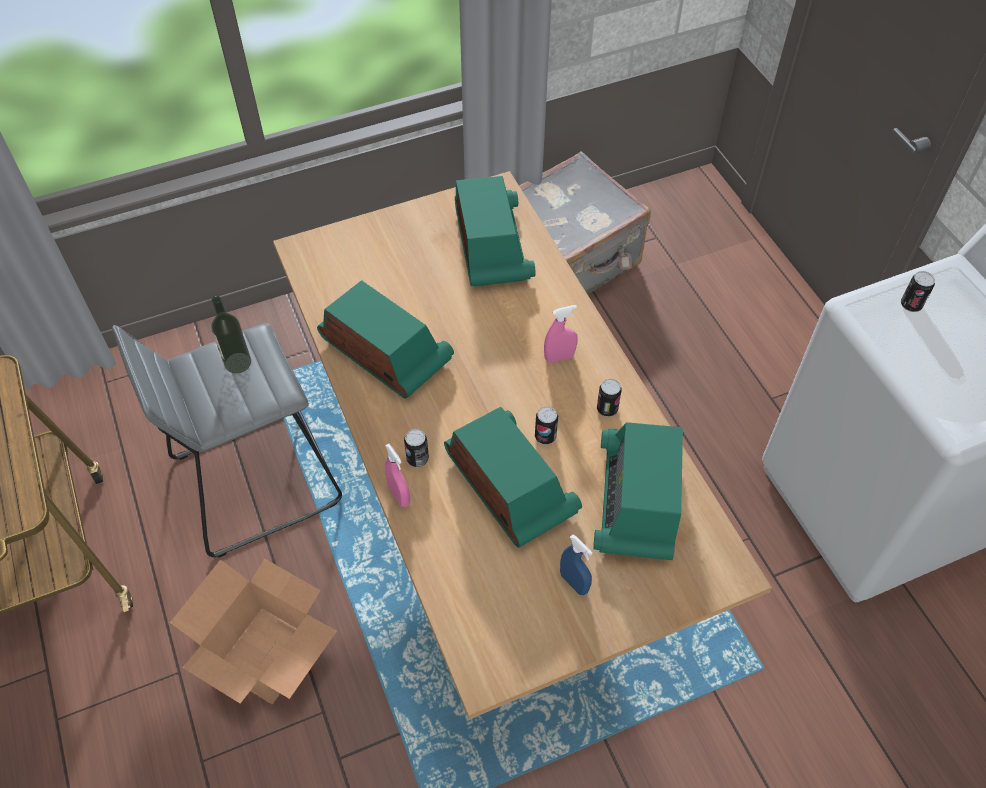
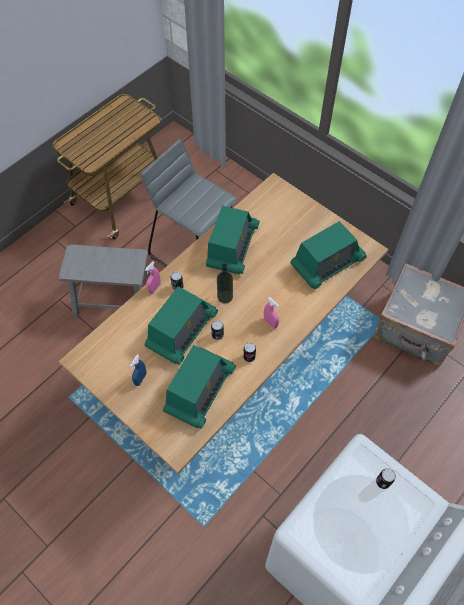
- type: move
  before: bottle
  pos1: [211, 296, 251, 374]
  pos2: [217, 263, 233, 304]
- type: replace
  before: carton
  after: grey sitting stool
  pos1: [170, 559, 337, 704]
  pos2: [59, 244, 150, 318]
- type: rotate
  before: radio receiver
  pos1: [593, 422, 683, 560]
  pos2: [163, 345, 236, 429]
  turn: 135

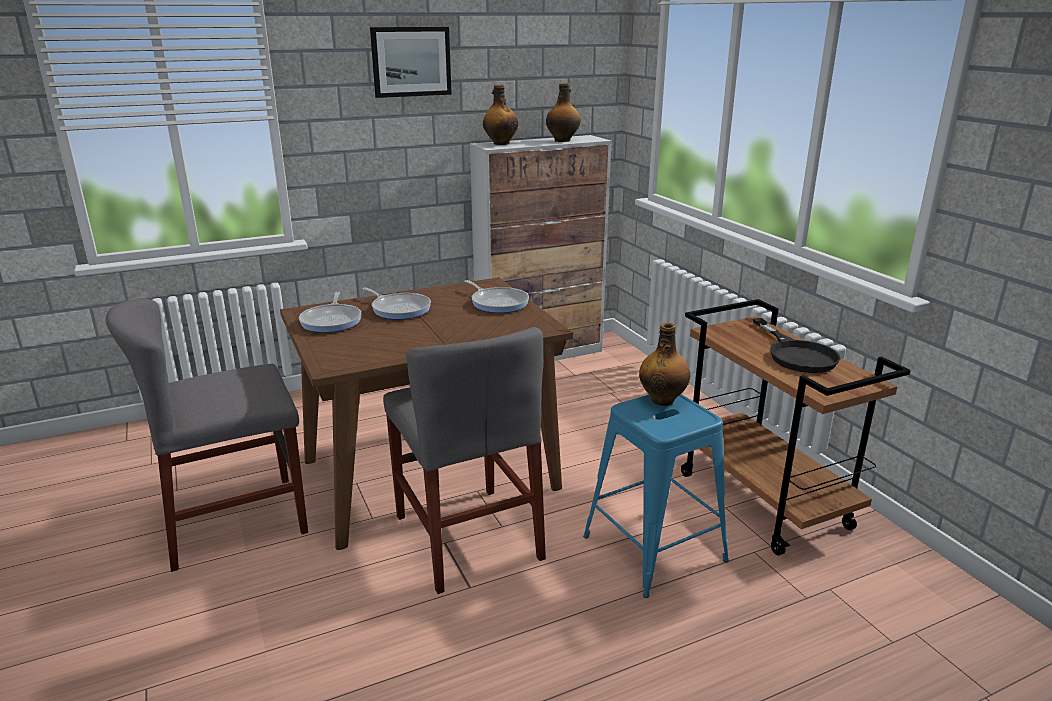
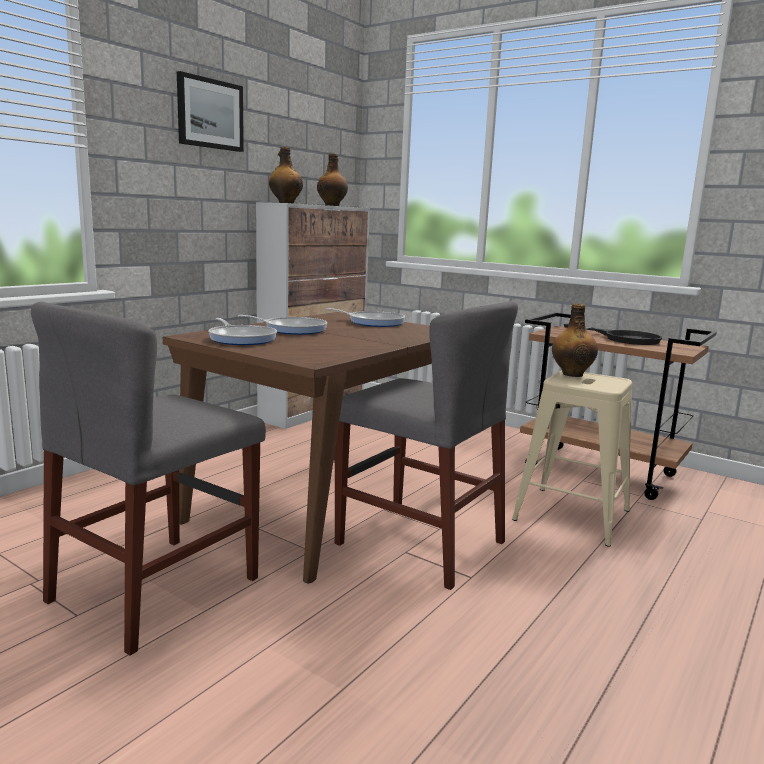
- type: recolor
  before: blue sitting stool
  after: beige sitting stool
  pos1: [583, 394, 729, 598]
  pos2: [512, 370, 632, 547]

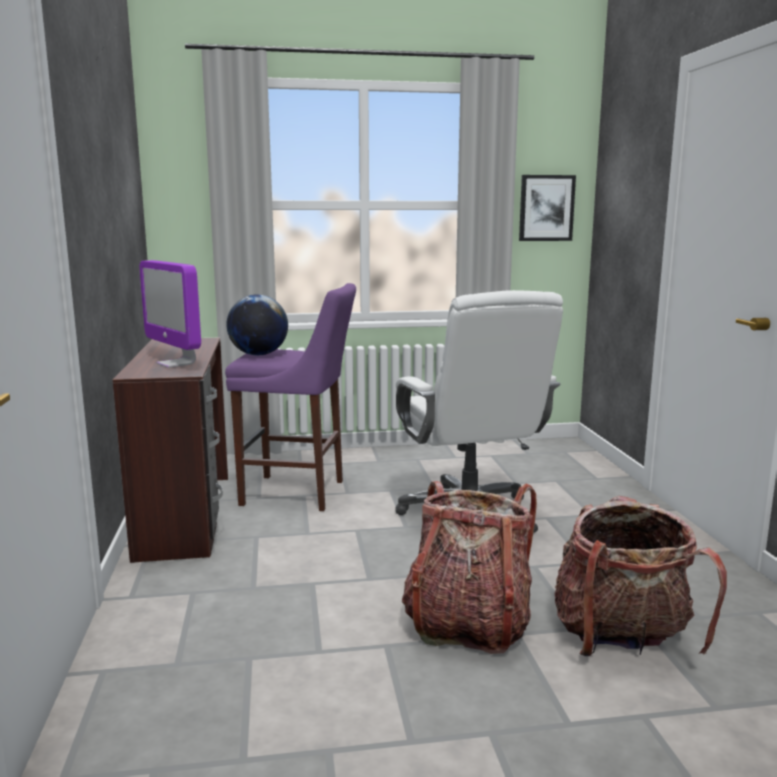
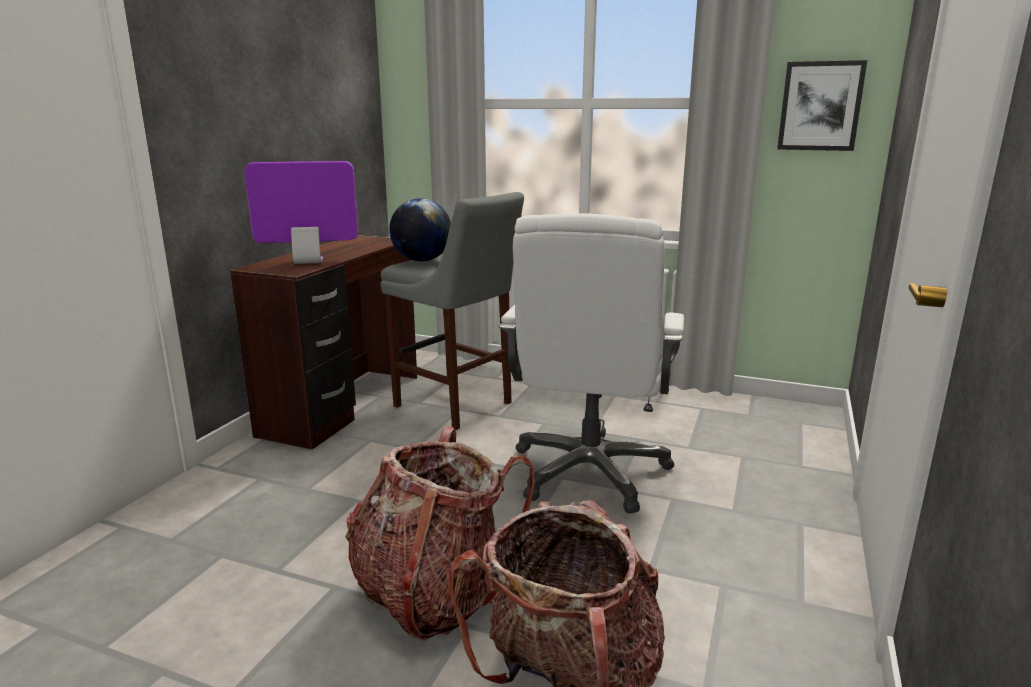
- type: recolor
  before: purple sitting stool
  after: grey sitting stool
  pos1: [225, 283, 356, 511]
  pos2: [380, 192, 524, 430]
- type: rotate
  before: monitor
  pos1: [139, 260, 201, 368]
  pos2: [244, 161, 358, 264]
  turn: 90

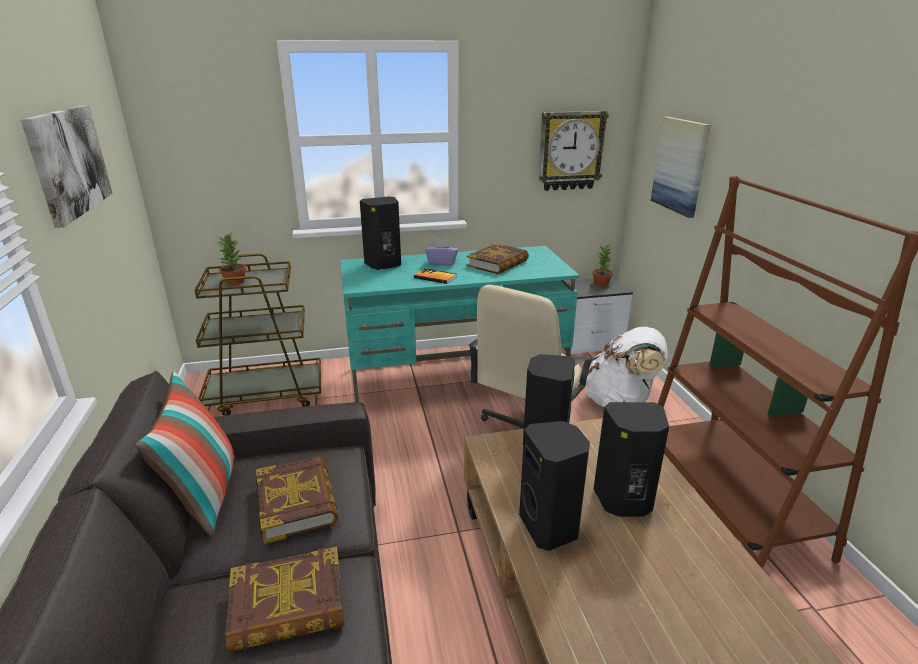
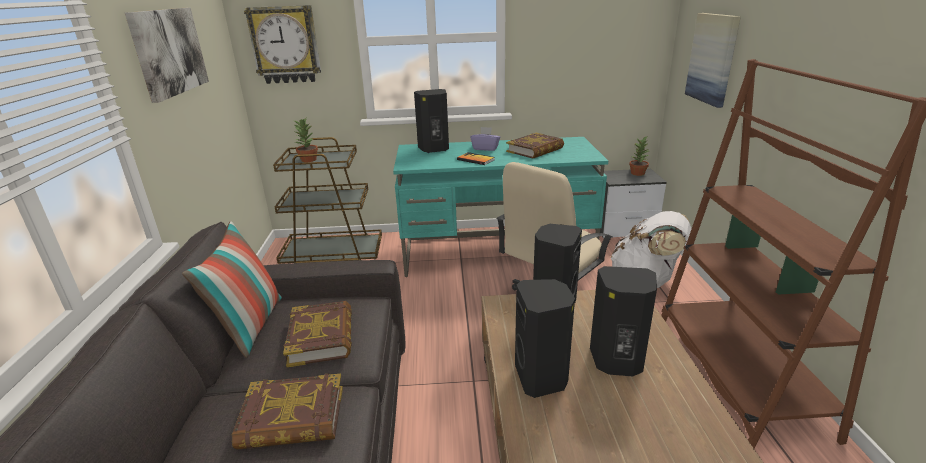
- type: move
  before: hanging clock
  pos1: [538, 111, 609, 191]
  pos2: [244, 5, 321, 84]

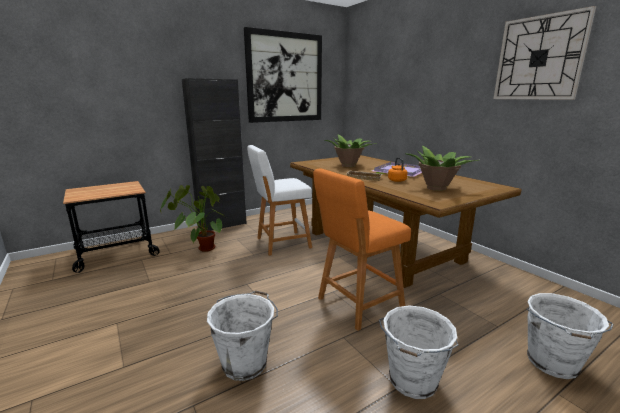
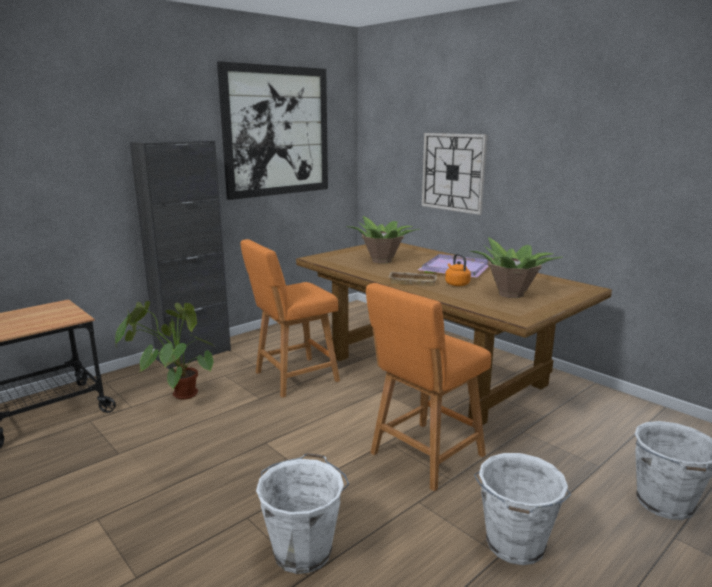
- type: move
  before: hanging clock
  pos1: [494, 6, 596, 100]
  pos2: [422, 133, 488, 215]
- type: recolor
  before: whitish sitting stool
  after: orange-coloured sitting stool
  pos1: [247, 145, 312, 256]
  pos2: [241, 239, 340, 398]

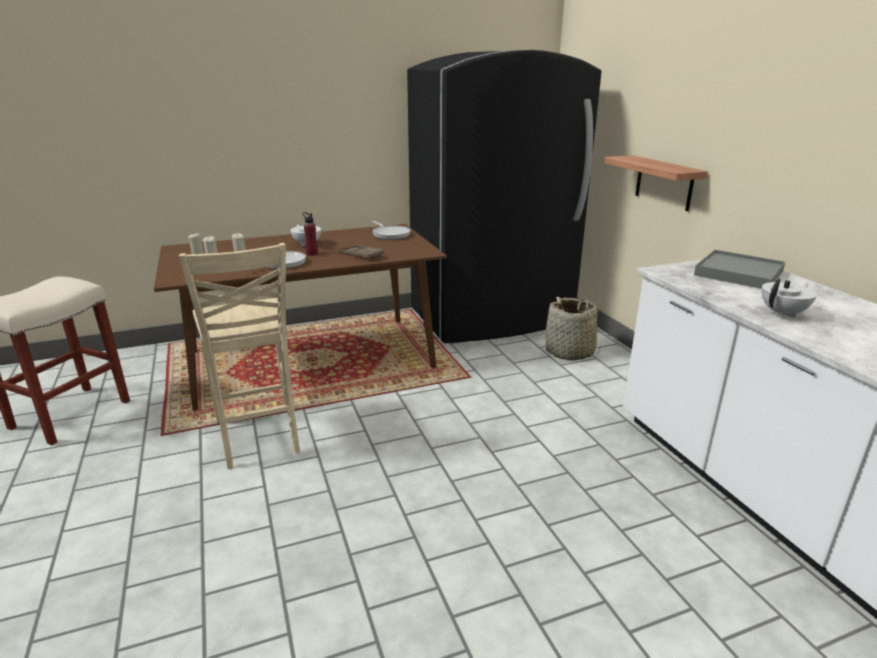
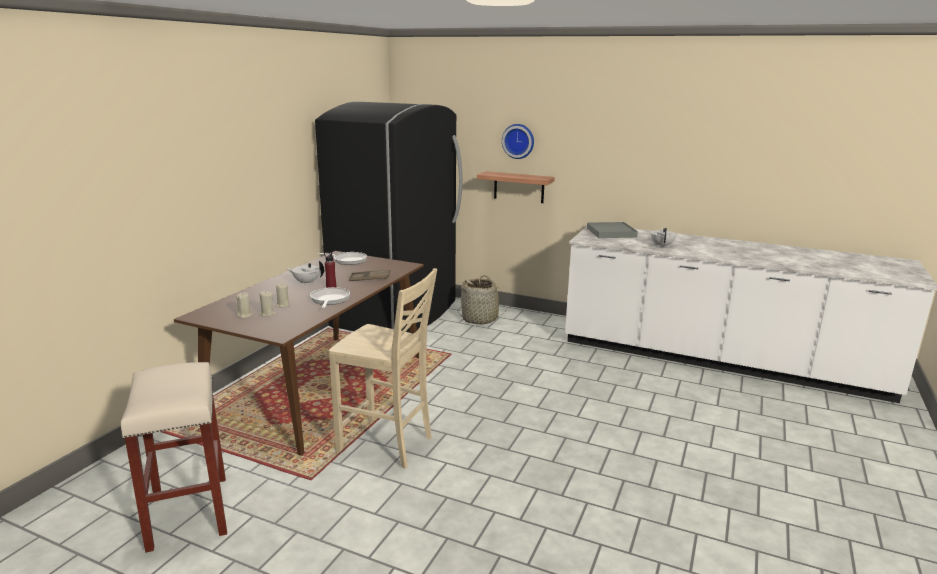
- type: insert
  after: hanging clock
  pos2: [502, 124, 534, 159]

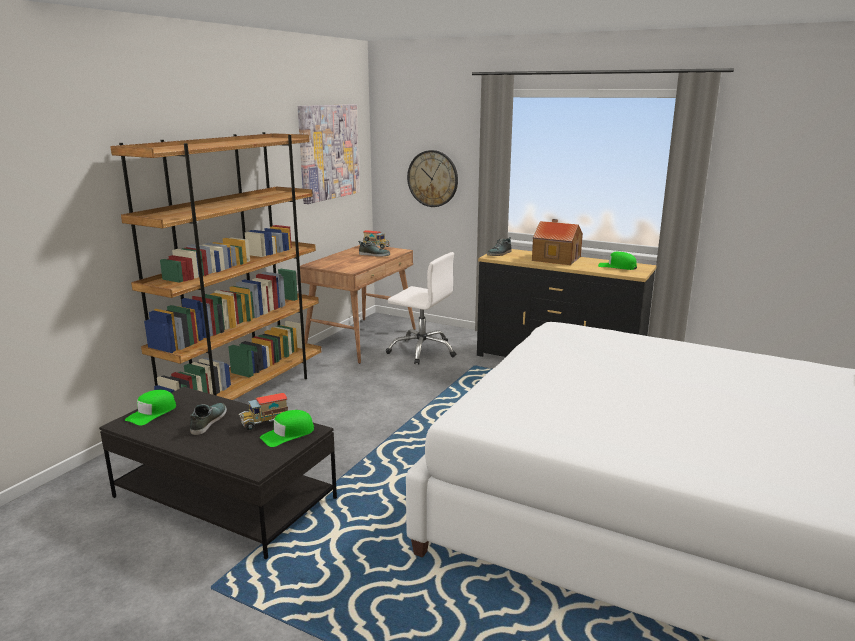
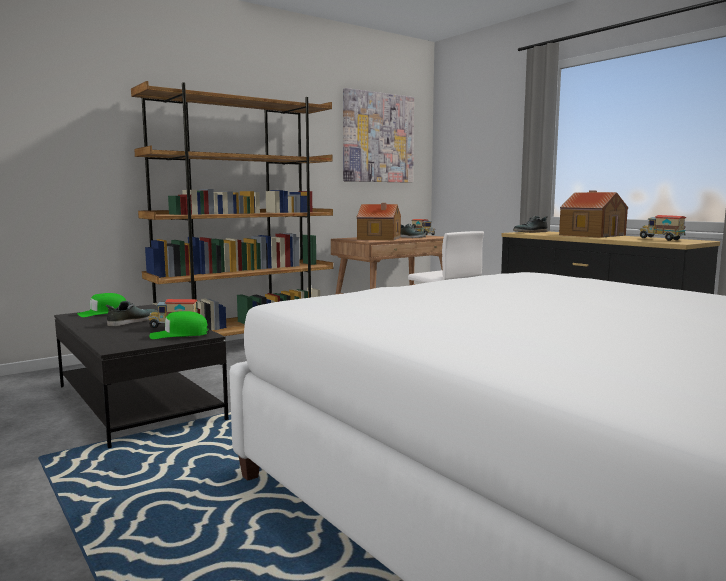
- type: delete
  before: hanging clock
  pos1: [407, 150, 458, 207]
- type: insert
  after: miniature house
  pos2: [357, 203, 401, 240]
- type: replace
  before: greenish peaked cap
  after: toy truck
  pos1: [598, 252, 637, 270]
  pos2: [638, 215, 686, 241]

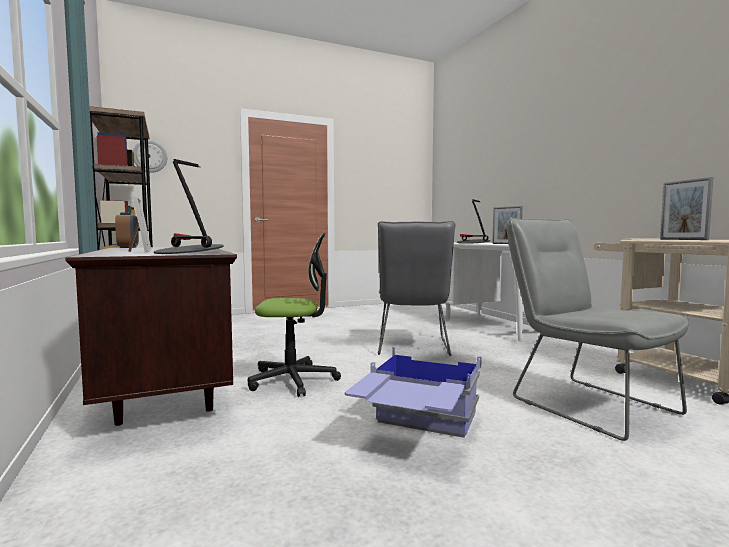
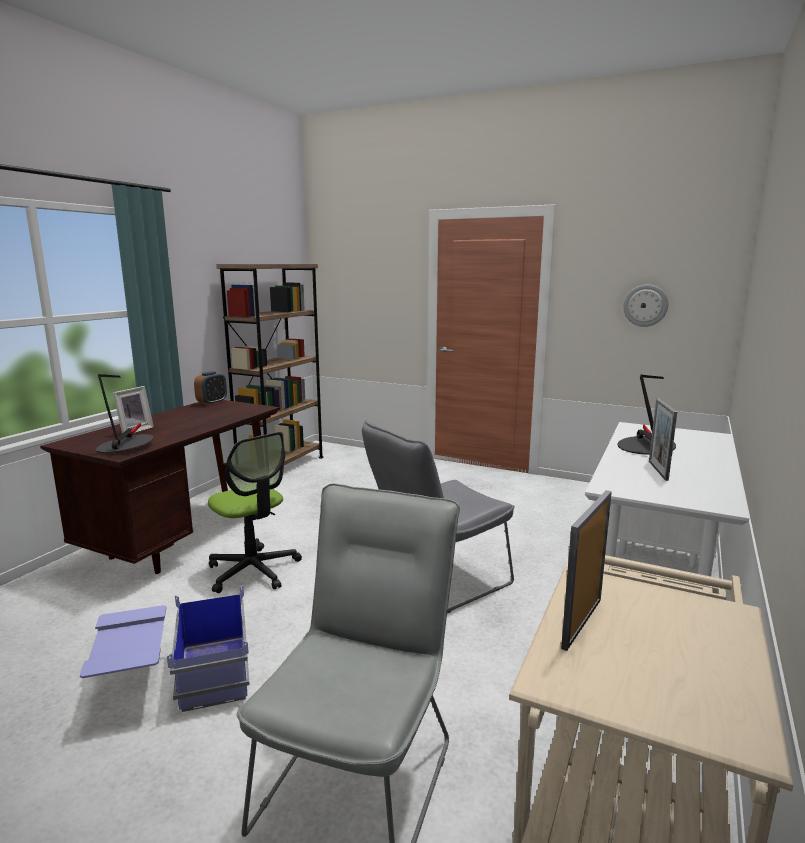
- type: move
  before: hanging clock
  pos1: [133, 140, 167, 173]
  pos2: [623, 284, 668, 327]

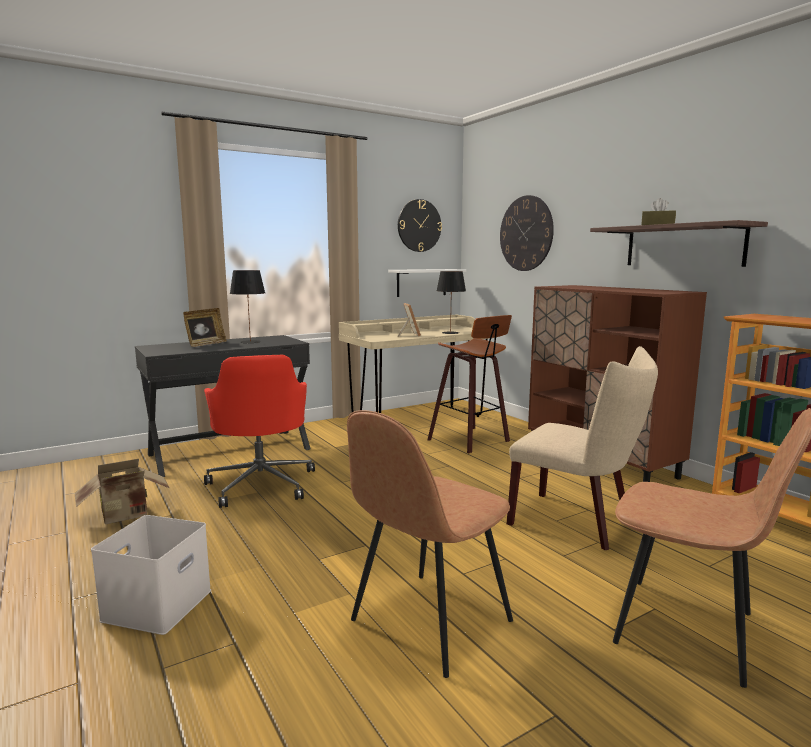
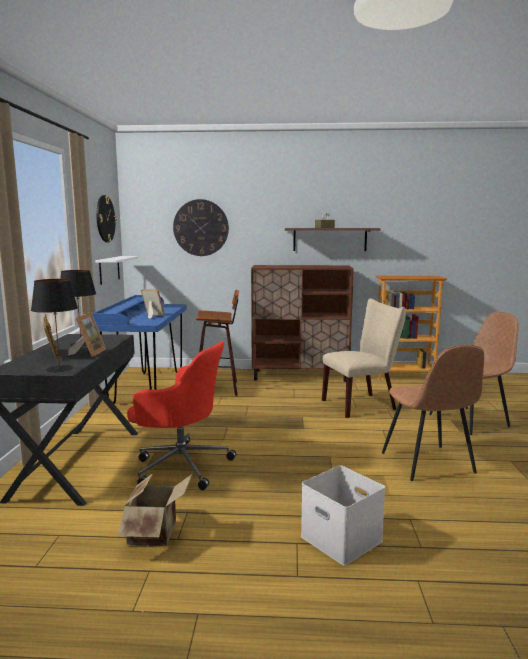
- type: insert
  after: picture frame
  pos2: [68, 312, 106, 357]
- type: move
  before: black-coloured lamp for a table
  pos1: [437, 271, 466, 334]
  pos2: [31, 279, 78, 372]
- type: recolor
  before: beige desk table
  after: blue desk table
  pos1: [339, 314, 489, 417]
  pos2: [92, 295, 187, 403]

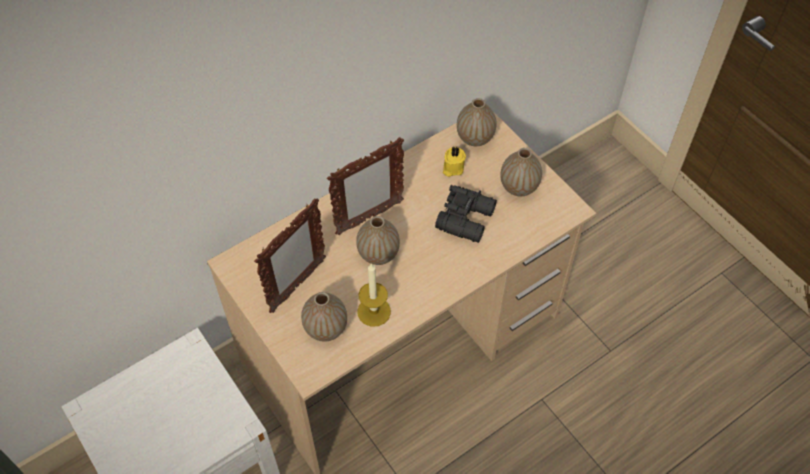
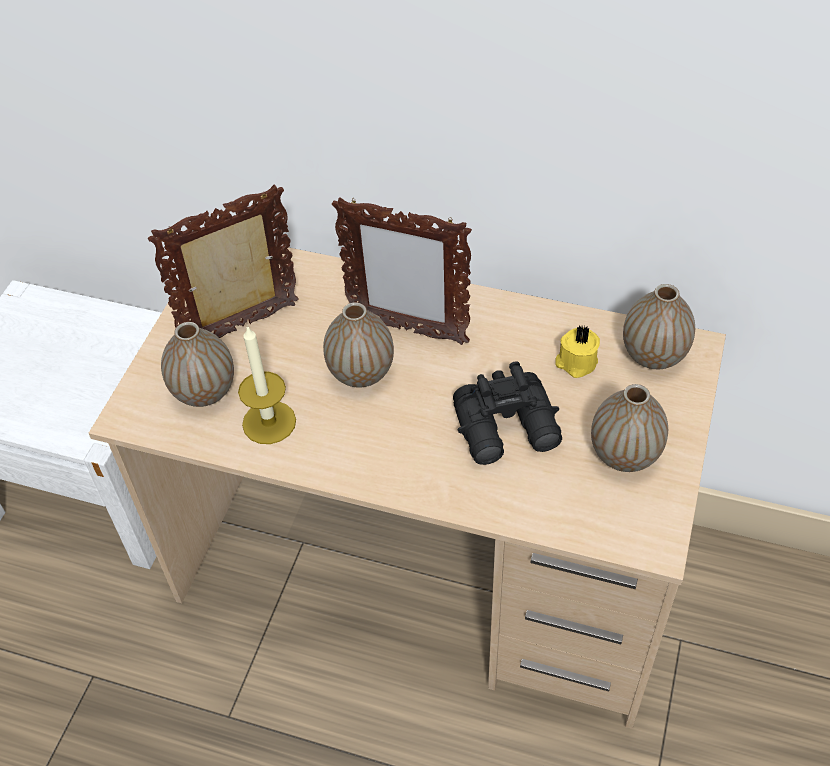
- type: rotate
  before: picture frame
  pos1: [254, 198, 326, 313]
  pos2: [148, 185, 299, 338]
  turn: 150

